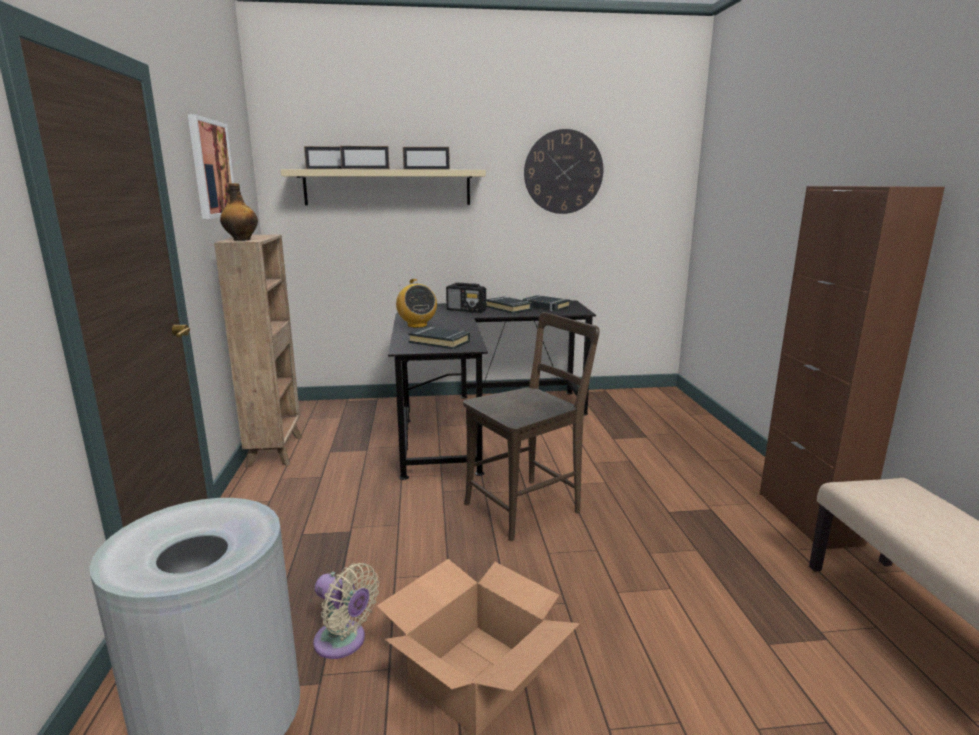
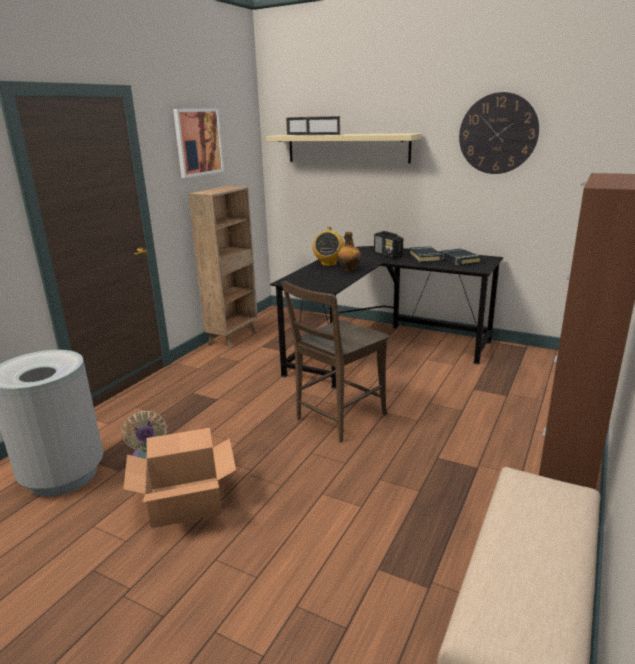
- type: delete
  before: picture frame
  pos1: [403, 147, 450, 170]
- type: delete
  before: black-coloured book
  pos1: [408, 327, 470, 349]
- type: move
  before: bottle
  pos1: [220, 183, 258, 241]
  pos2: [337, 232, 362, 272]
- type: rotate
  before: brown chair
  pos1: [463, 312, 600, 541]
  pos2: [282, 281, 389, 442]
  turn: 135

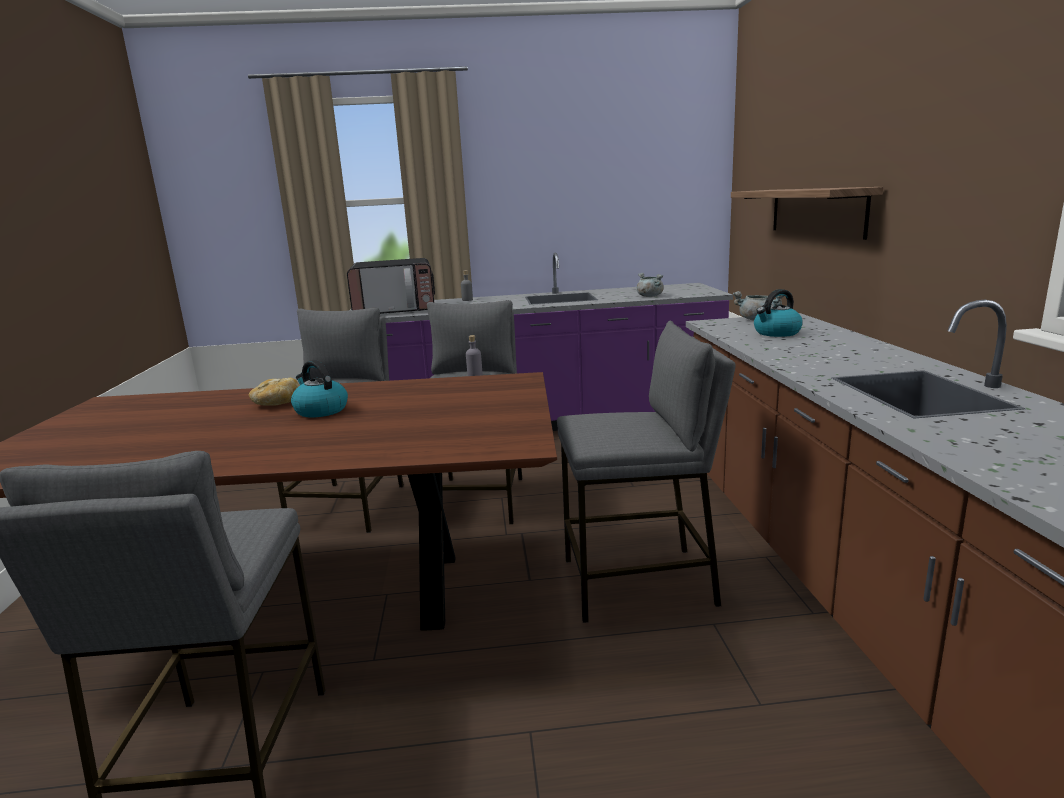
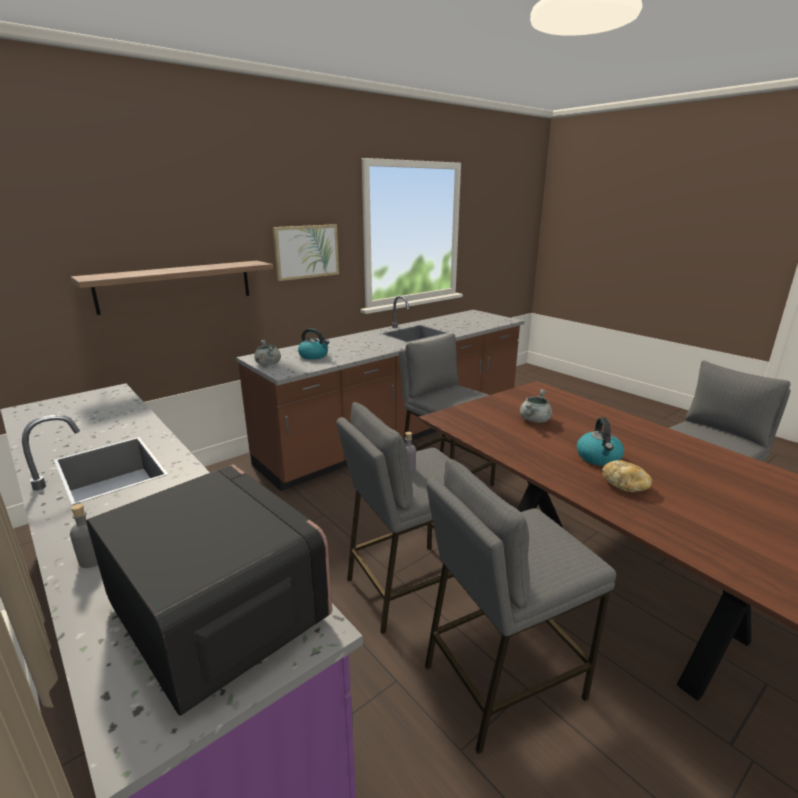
- type: insert
  after: picture
  pos2: [272, 224, 339, 281]
- type: move
  before: grey cooking pot
  pos1: [637, 273, 664, 297]
  pos2: [520, 389, 552, 423]

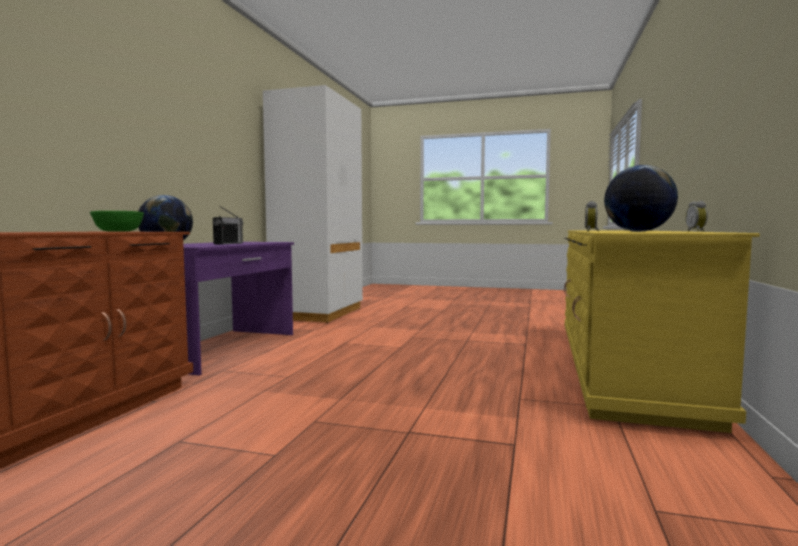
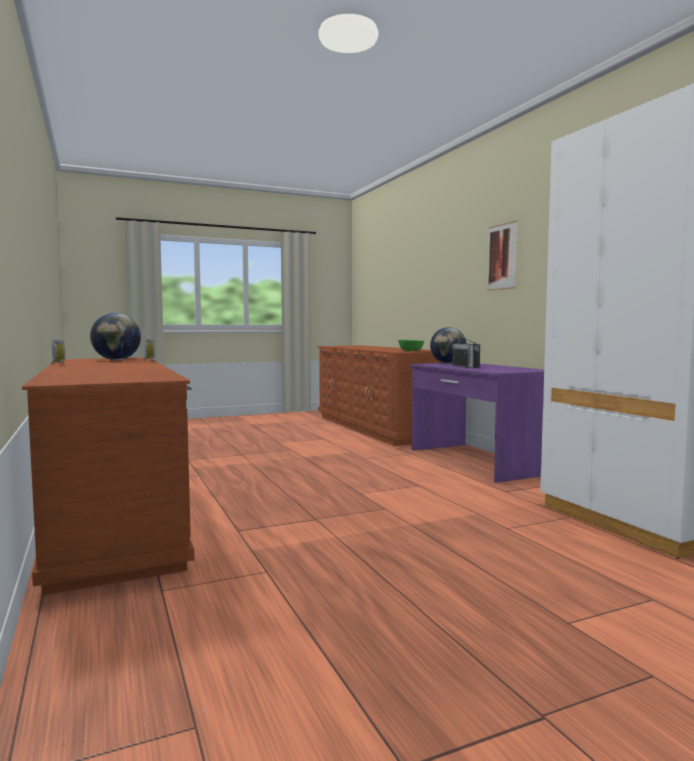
- type: insert
  after: picture
  pos2: [487, 220, 517, 291]
- type: recolor
  before: yellowish dresser
  after: brown dresser
  pos1: [564, 231, 760, 433]
  pos2: [22, 358, 194, 595]

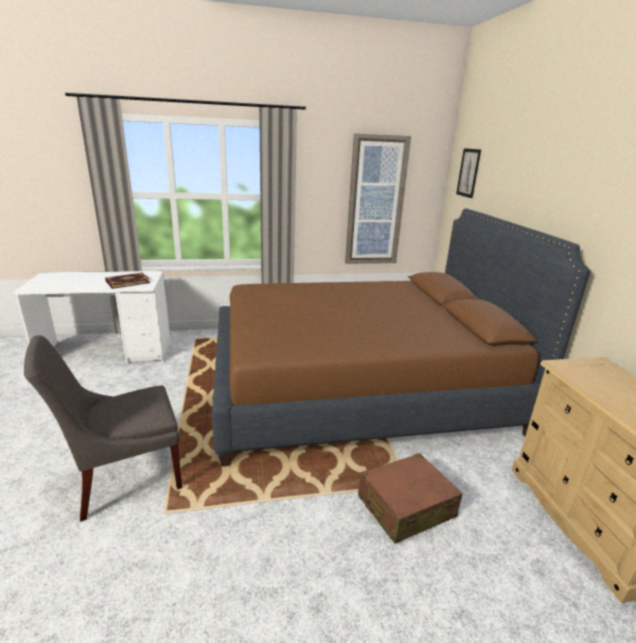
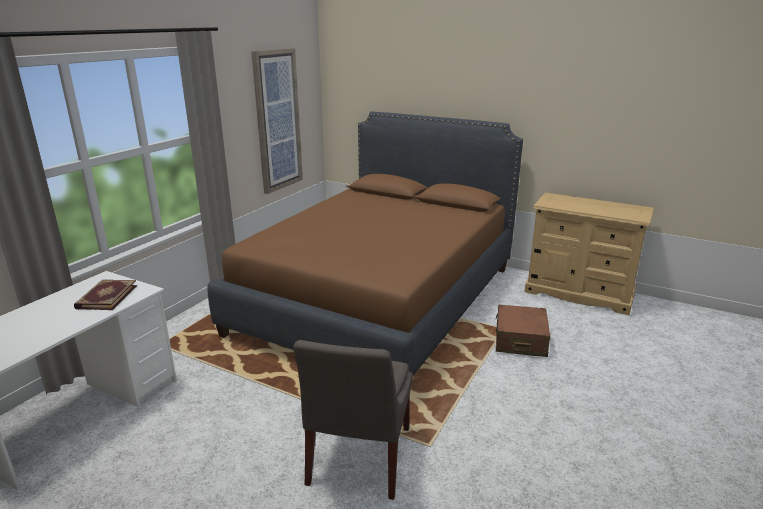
- type: delete
  before: picture
  pos1: [456, 148, 481, 198]

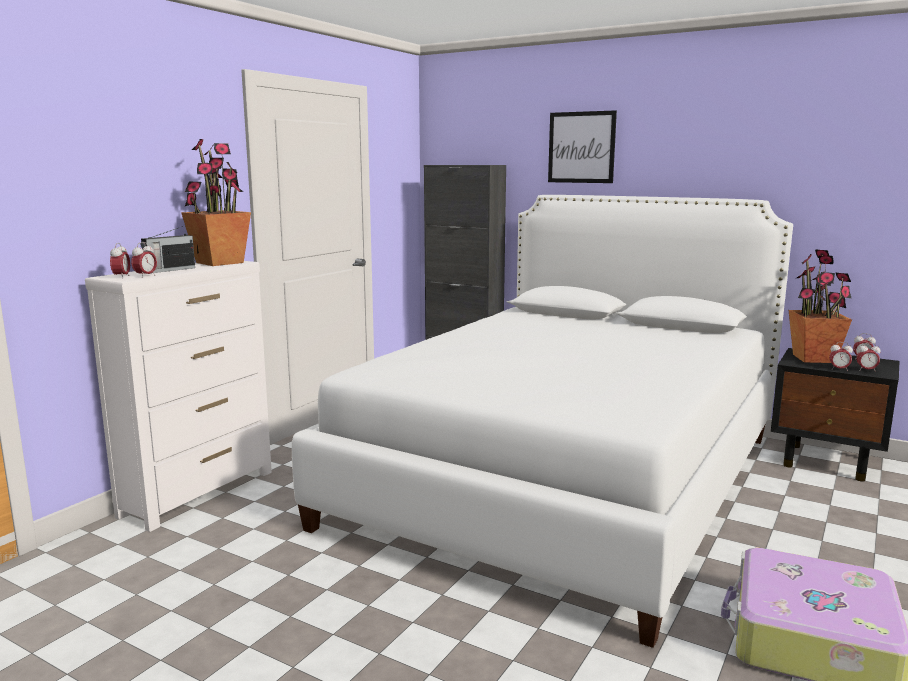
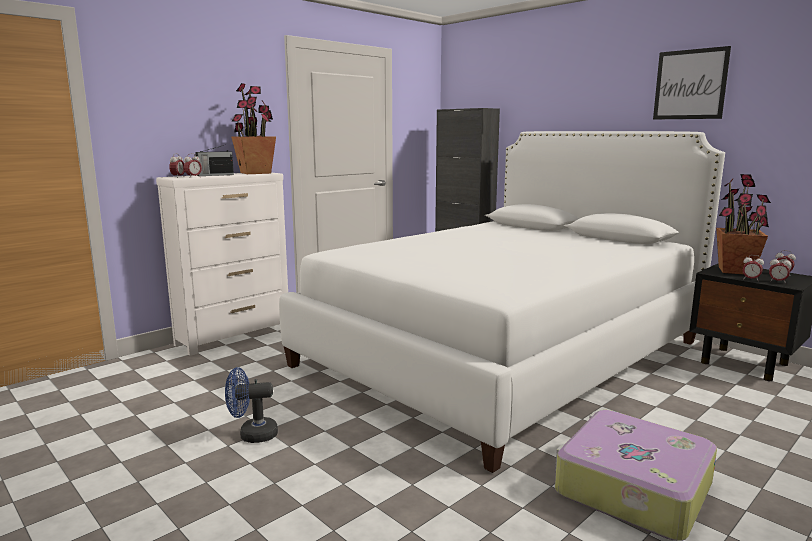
- type: insert
  after: blue fan
  pos2: [225, 367, 278, 443]
- type: move
  before: picture
  pos1: [548, 110, 617, 183]
  pos2: [653, 46, 731, 120]

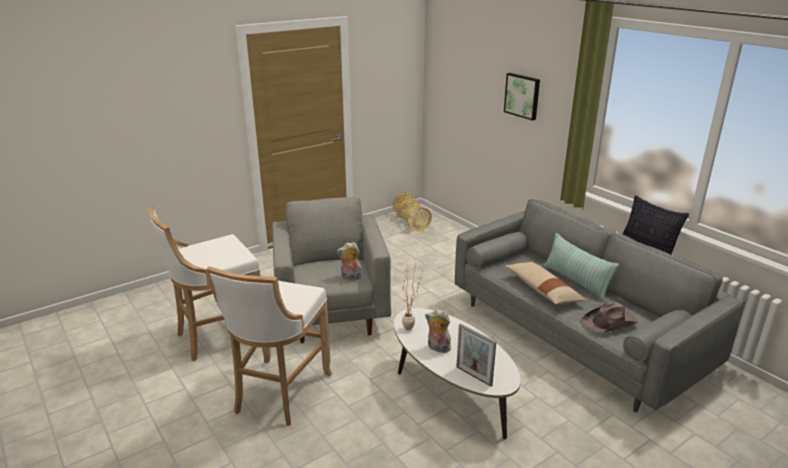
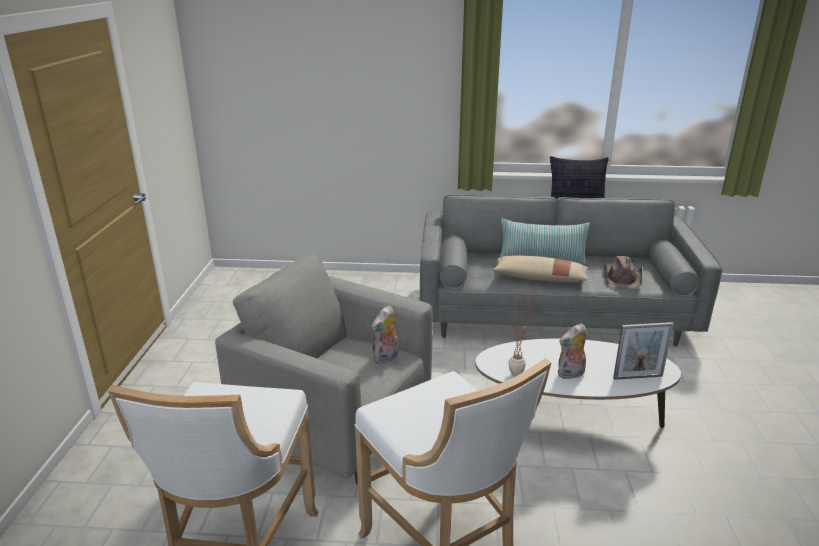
- type: delete
  before: household basket
  pos1: [393, 193, 432, 232]
- type: delete
  before: picture
  pos1: [504, 73, 540, 121]

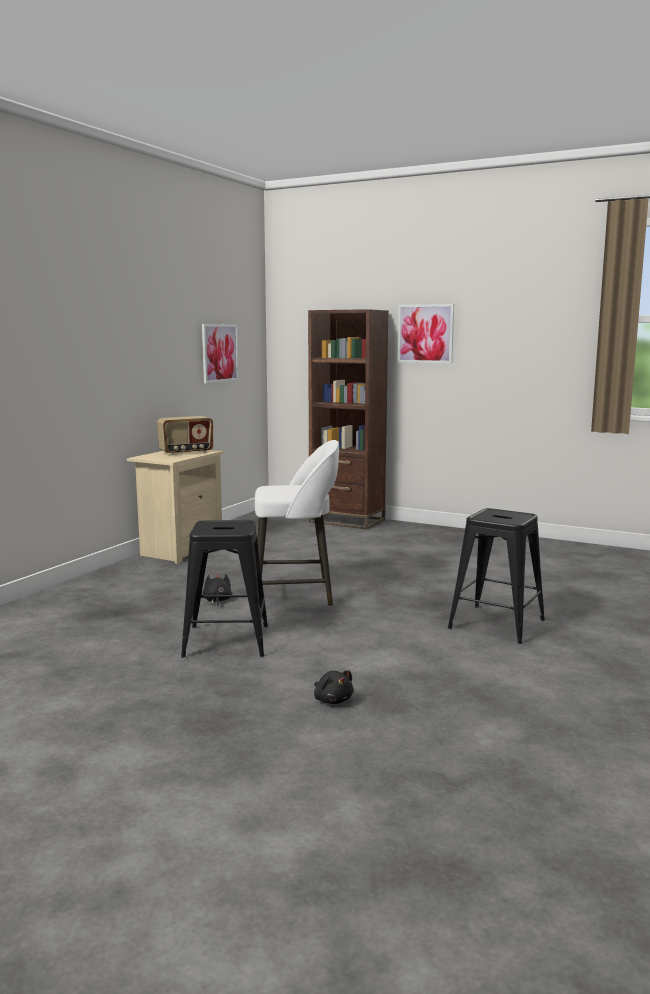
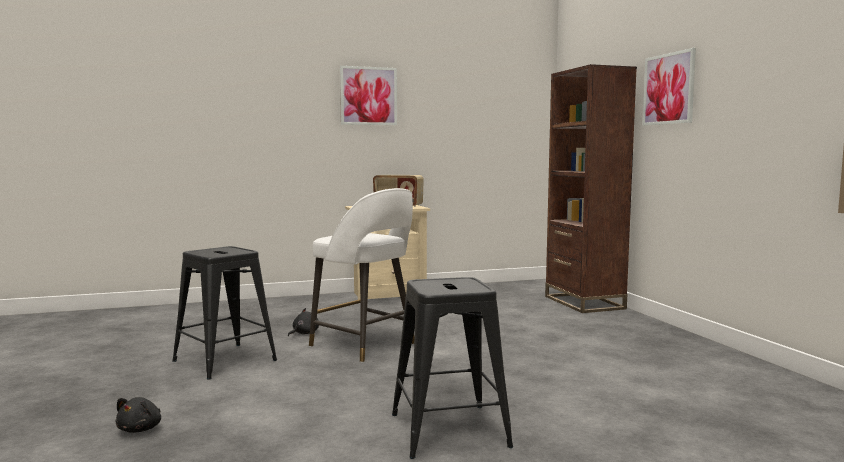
- type: move
  before: picture
  pos1: [202, 324, 239, 383]
  pos2: [340, 66, 397, 125]

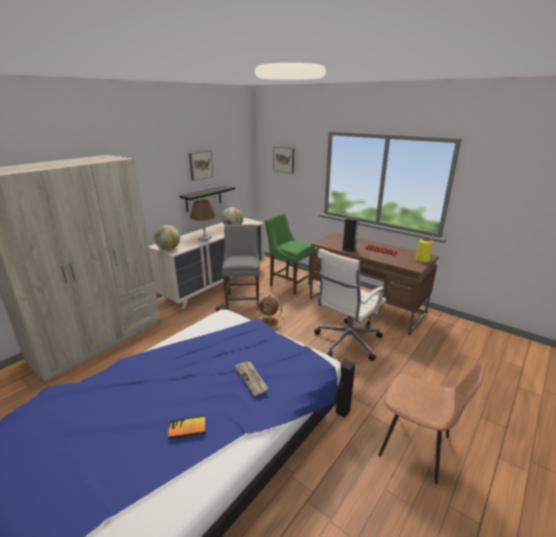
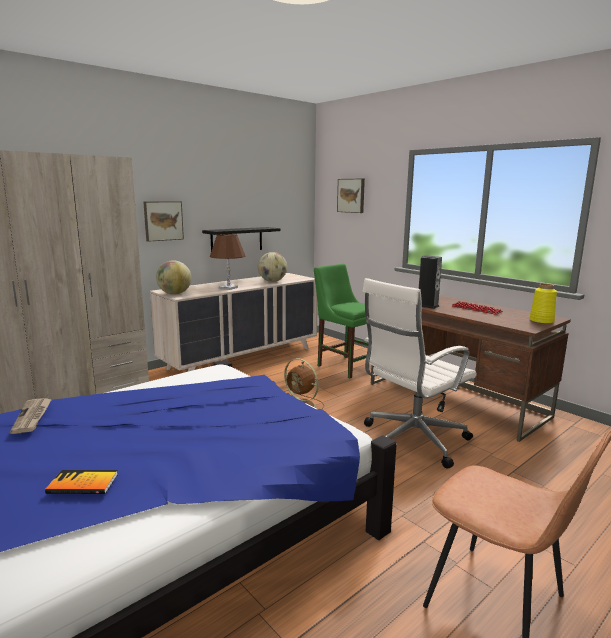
- type: delete
  before: grey chair
  pos1: [222, 224, 260, 310]
- type: move
  before: picture
  pos1: [189, 150, 213, 181]
  pos2: [143, 201, 184, 242]
- type: move
  before: printed paper
  pos1: [235, 361, 269, 396]
  pos2: [10, 398, 52, 434]

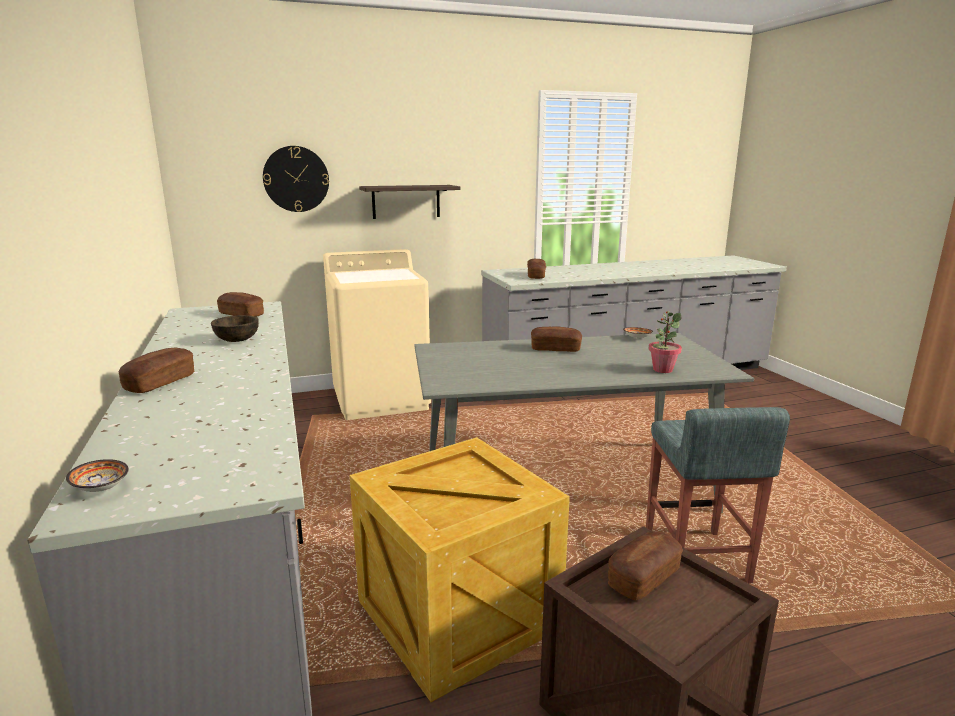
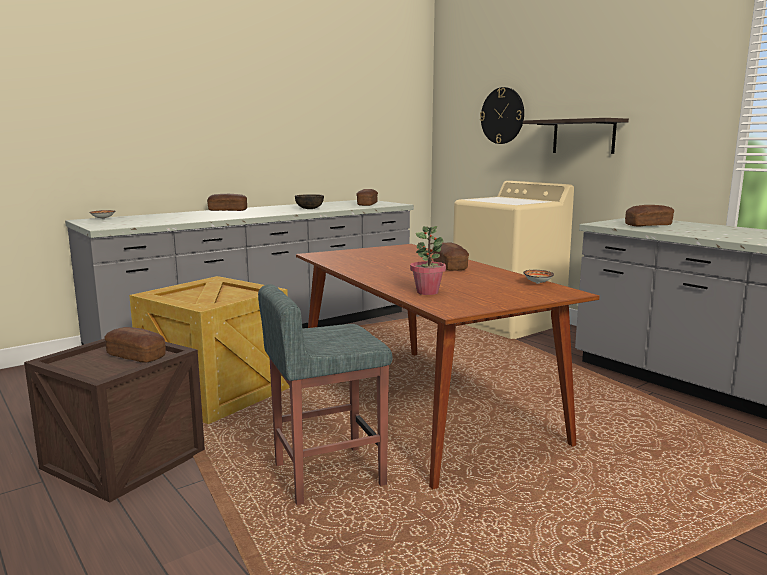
- type: recolor
  before: grey kitchen table
  after: brown kitchen table
  pos1: [414, 333, 754, 513]
  pos2: [296, 244, 600, 489]

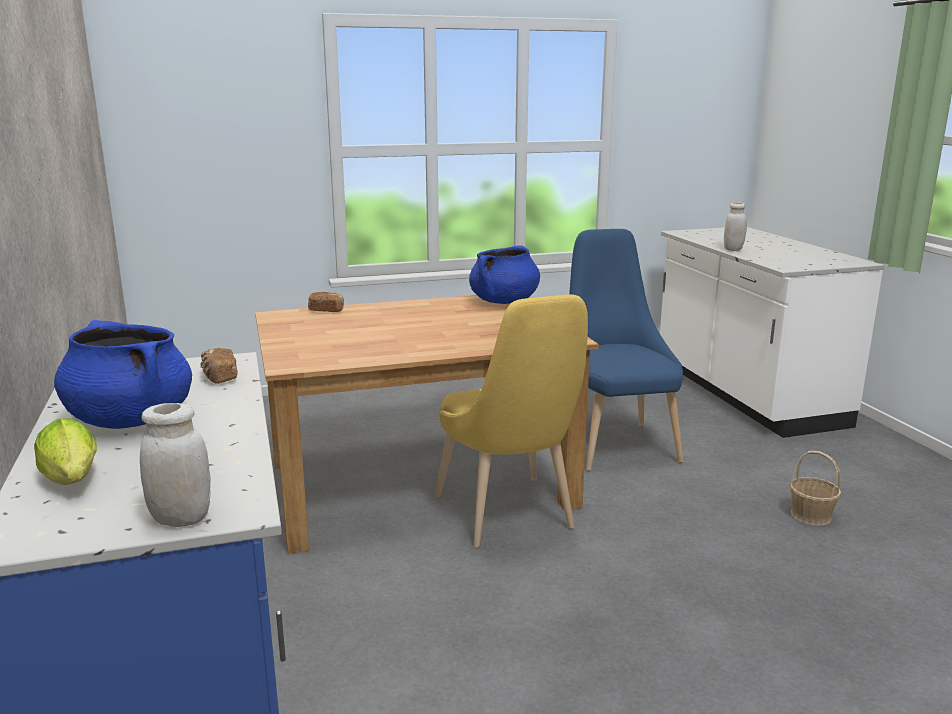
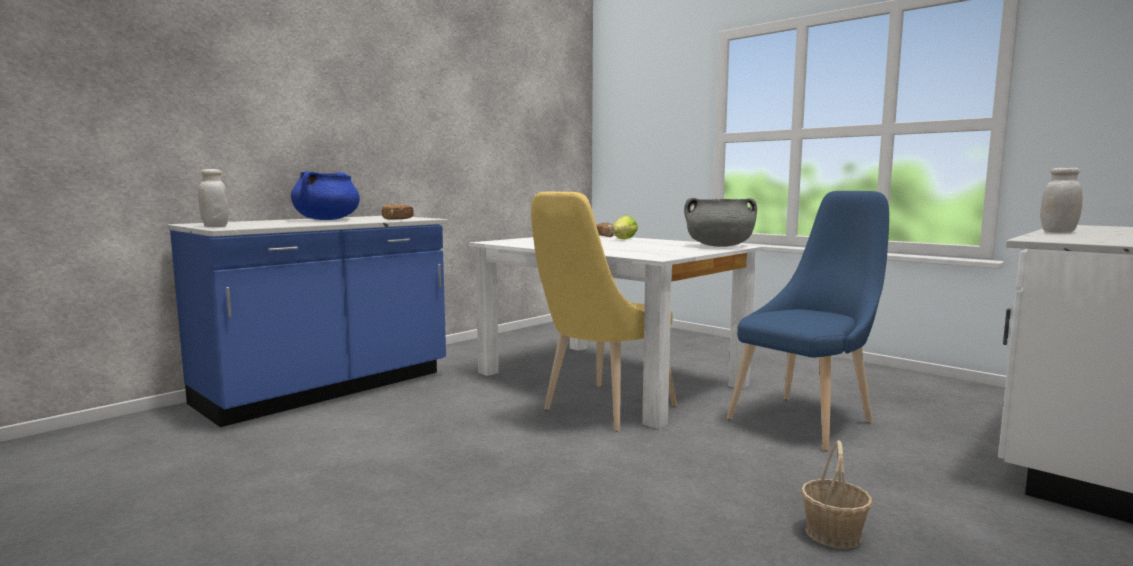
- type: move
  before: head of lettuce
  pos1: [34, 419, 97, 485]
  pos2: [613, 216, 638, 239]
- type: recolor
  before: brown kitchen table
  after: whitish kitchen table
  pos1: [255, 295, 599, 554]
  pos2: [469, 235, 763, 429]
- type: recolor
  before: blue cooking pot
  after: grey cooking pot
  pos1: [469, 245, 540, 304]
  pos2: [684, 198, 757, 247]

